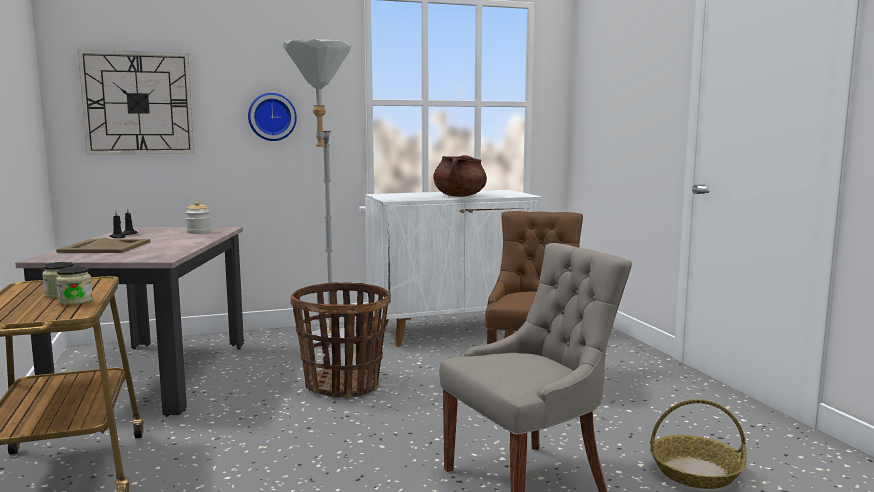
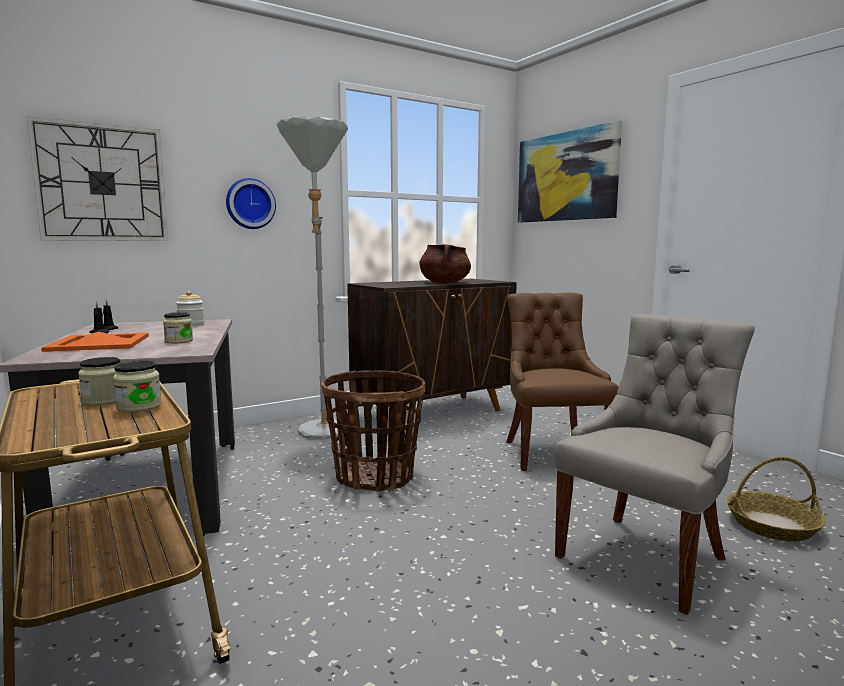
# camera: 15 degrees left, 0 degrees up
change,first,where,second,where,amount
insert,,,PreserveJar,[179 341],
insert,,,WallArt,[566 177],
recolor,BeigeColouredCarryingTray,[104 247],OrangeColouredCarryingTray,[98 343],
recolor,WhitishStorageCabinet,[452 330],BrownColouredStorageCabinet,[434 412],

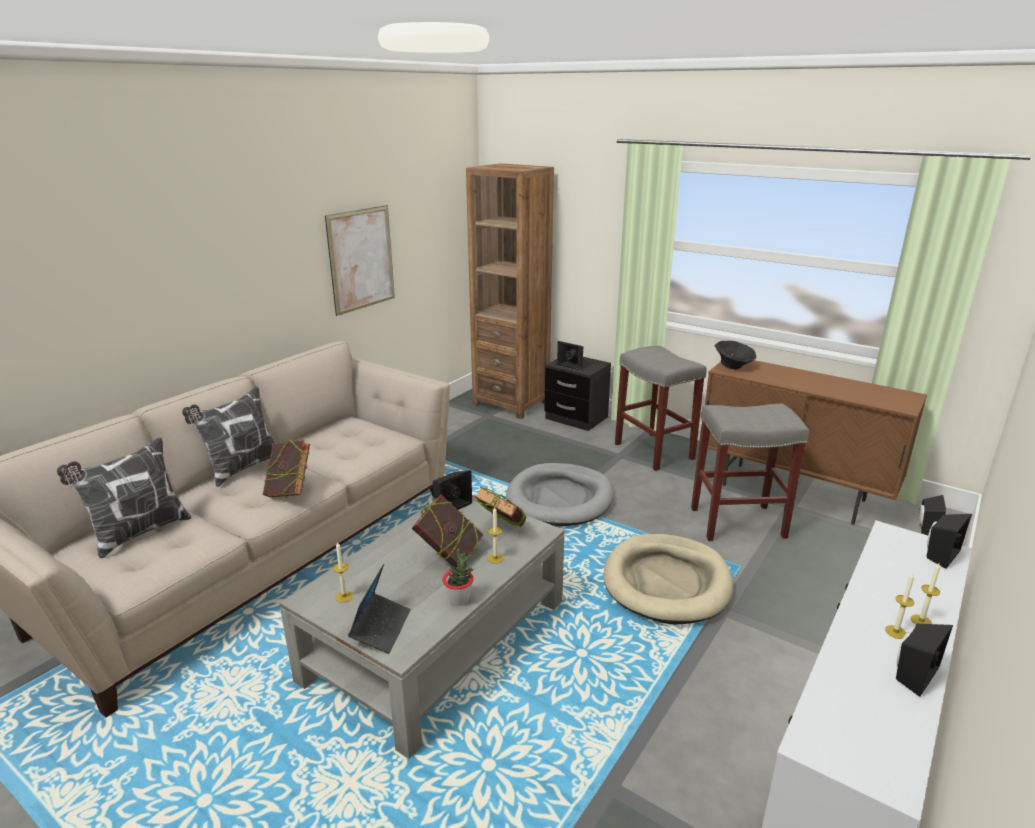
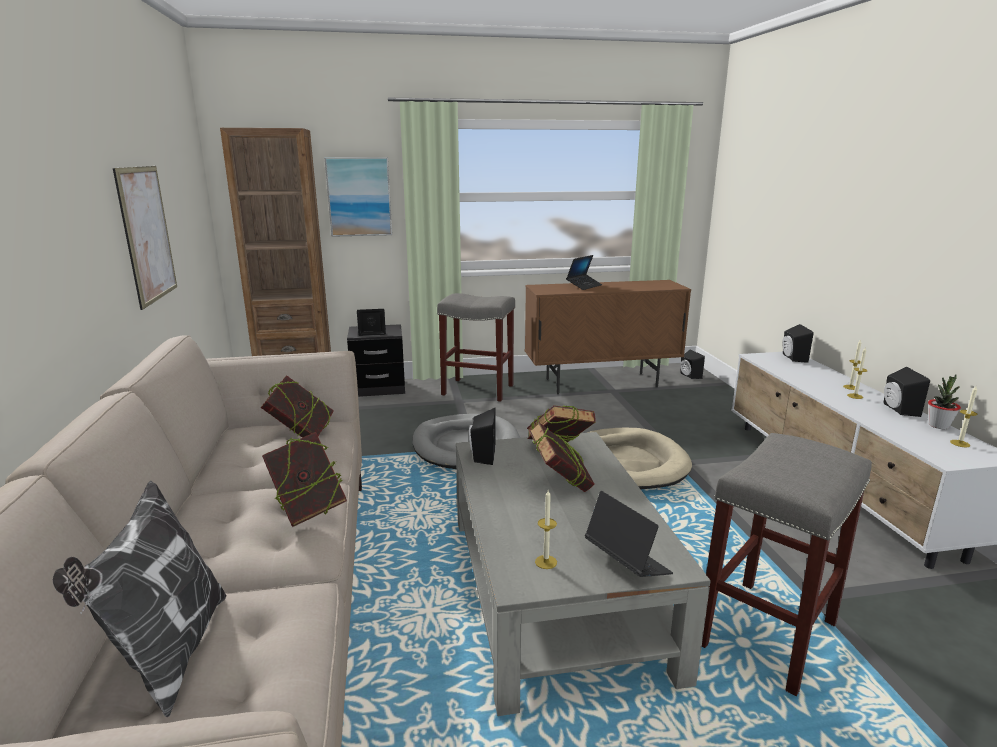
# camera: 45 degrees left, 5 degrees down
change,first,where,second,where,amount
delete,Cushion,[241 468],,,
delete,BlackishBowl,[733 367],,,
insert,,,BoundBook,[301 436],
insert,,,WallArt,[359 197],
insert,,,Laptop,[584 286],
move,PottedPlant,[459 600],,[938 425],
move,Candle,[495 558],,[960 443],
move,GreyStoolSeat,[736 523],,[767 635],

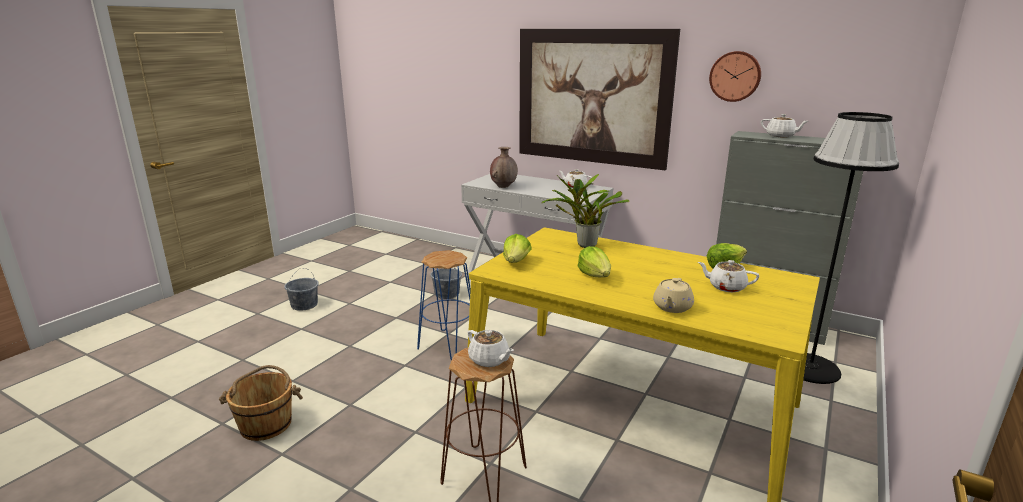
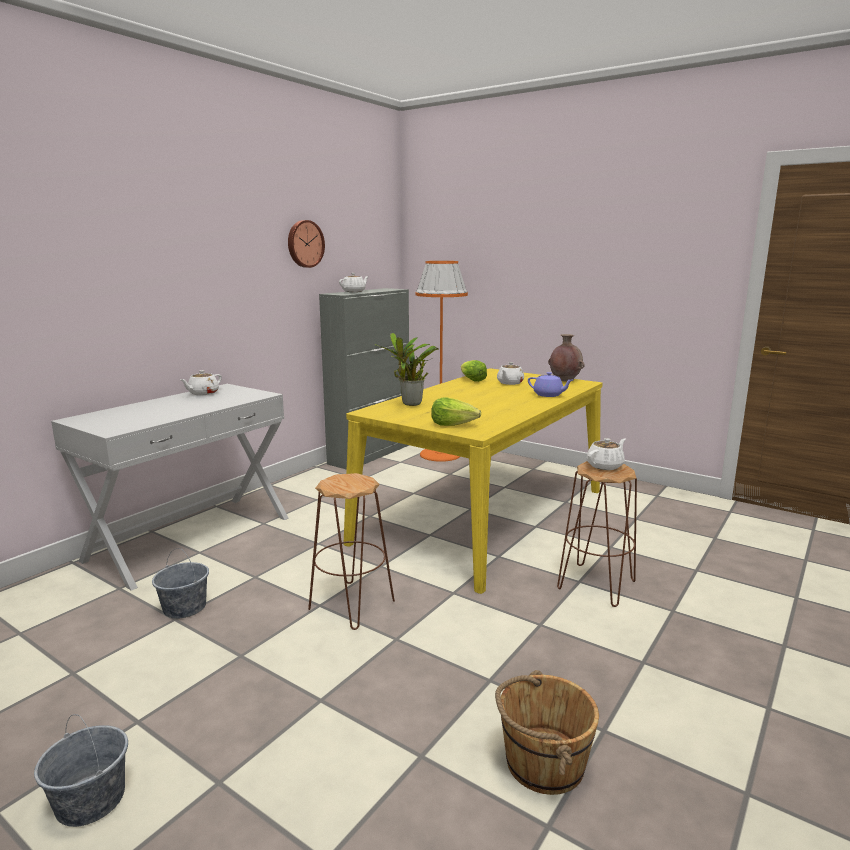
# camera: 85 degrees left, 5 degrees down
change,first,where,second,where,amount
delete,WallArt,[592 97],,,
delete,HeadOfLettuce,[595 275],,,
move,BrownColouredDecorativeVase,[503 186],,[564 380],
recolor,BlueColouredStoolSeat,[448 344],BrownColouredStoolSeat,[351 605],
recolor,BeigeColouredTeaPot,[672 307],PurpleTeaPot,[549 395],
recolor,BlackishFloorLamp,[810 368],OrangeColouredFloorLamp,[440 454],

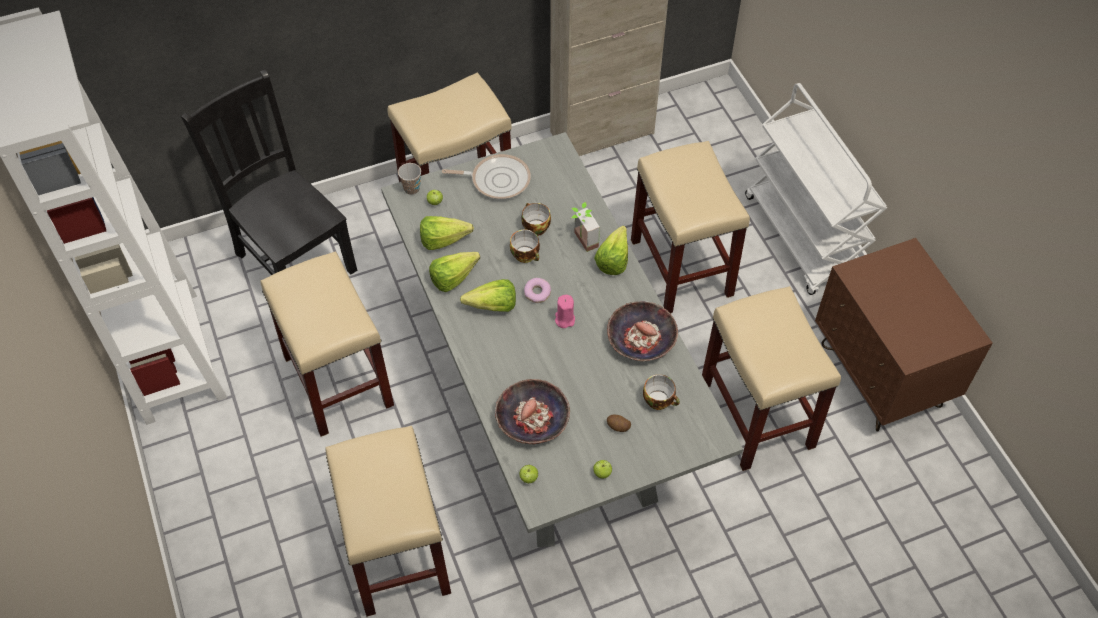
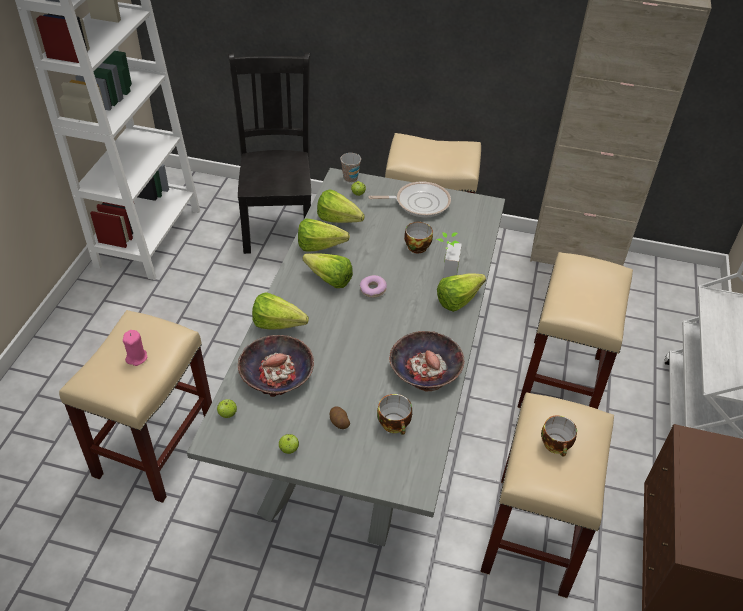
# camera: 35 degrees right, 10 degrees down
change,first,where,second,where,amount
delete,BeigeColouredStoolSeat,[337 380],,,
insert,,,HeadOfLettuce,[281 326],
move,DrinkingCup,[526 255],,[556 445],
move,PinkCandle,[564 319],,[136 357],
rotate,Pan,[497 180],,[419 203],45 degrees counterclockwise

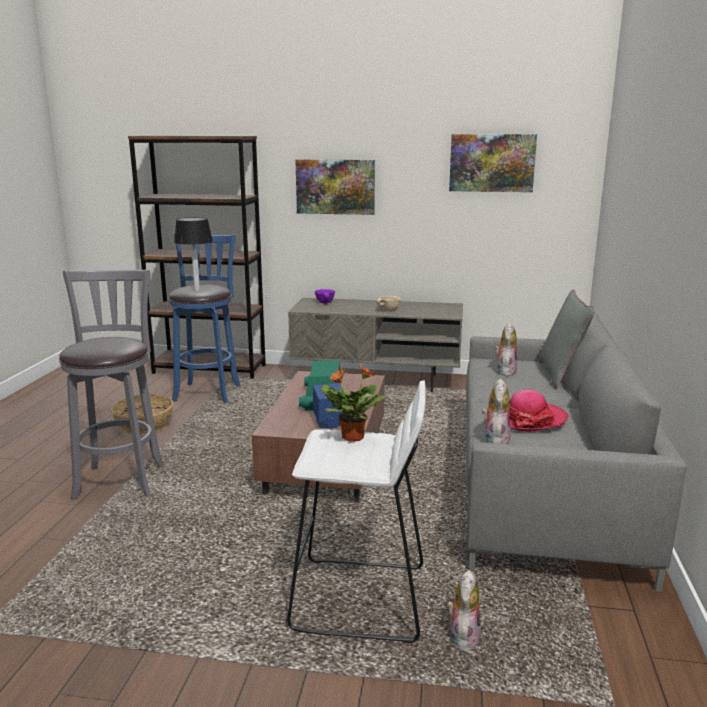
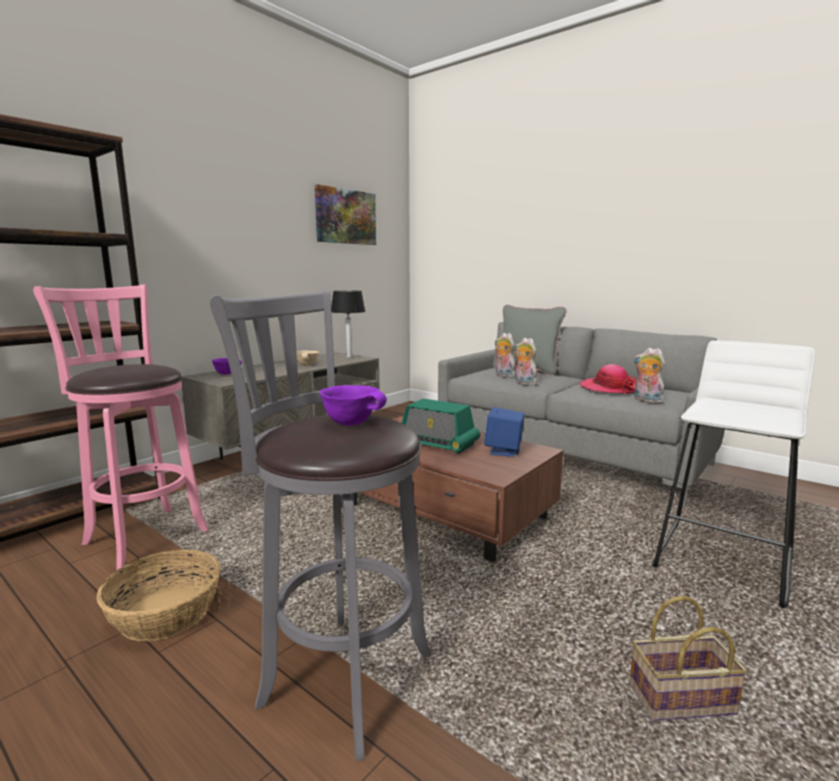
# camera: 60 degrees left, 5 degrees down
change,first,where,second,where,amount
delete,WallArt,[335 187],,,
delete,PottedPlant,[351 437],,,
insert,,,PurpleBowl,[352 423],
insert,,,StorageBasket,[680 701],
move,TabletopLamp,[196 290],,[349 357],
move,SoftToy,[462 637],,[524 383],
recolor,BlueColouredStoolSeat,[208 392],PinkStoolSeat,[144 535],

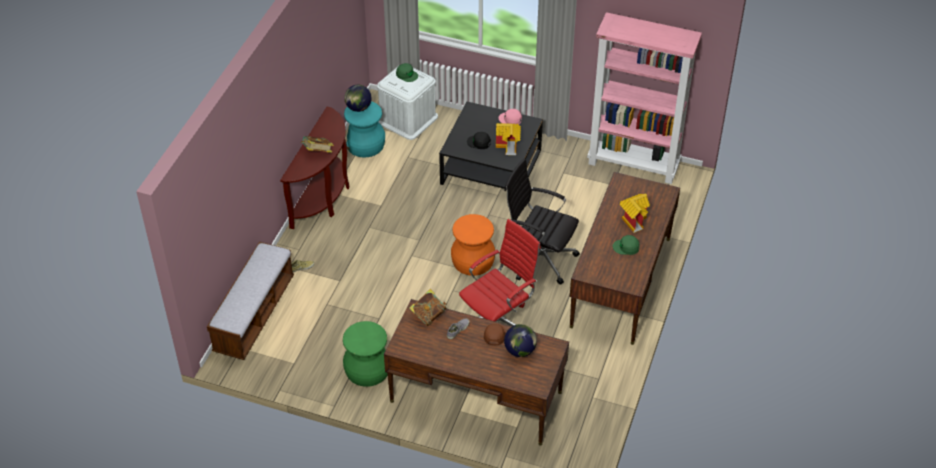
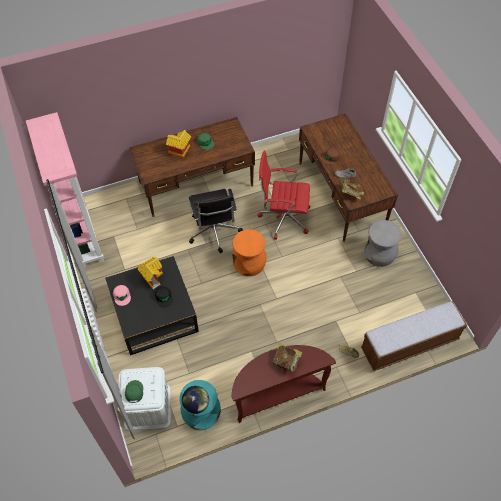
# camera: 130 degrees left, 10 degrees up
change,first,where,second,where,amount
delete,Globe,[520 350],,,
recolor,GreenishStoolSeat,[366 370],GreyStoolSeat,[379 254],

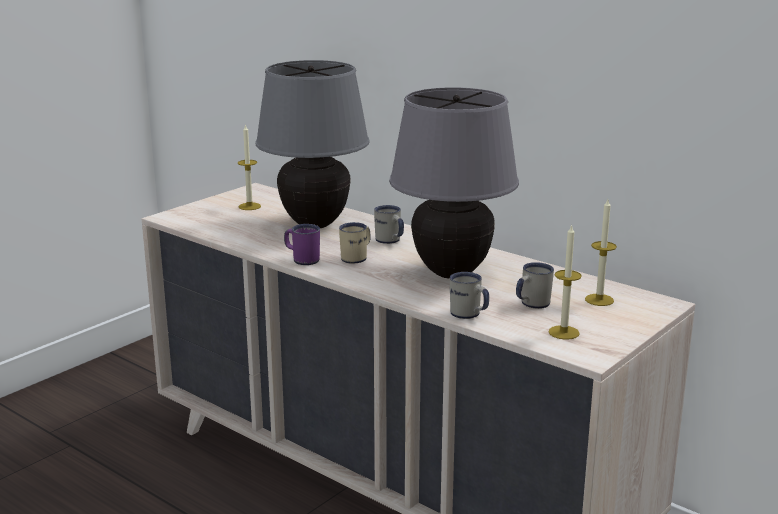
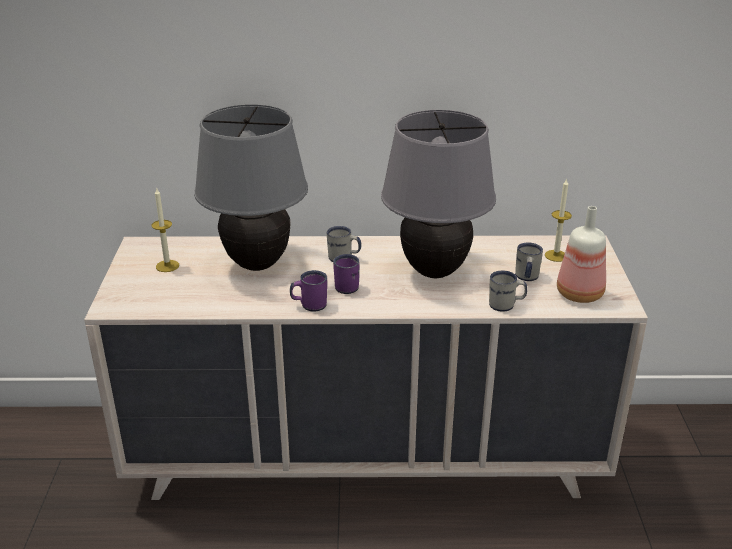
# camera: 40 degrees left, 10 degrees up
change,first,where,second,where,amount
replace,Candle,[563 332],DrinkBottle,[580 293],
recolor,BeigeColouredCoffeeMug,[357 257],PurpleCoffeeMug,[347 285],

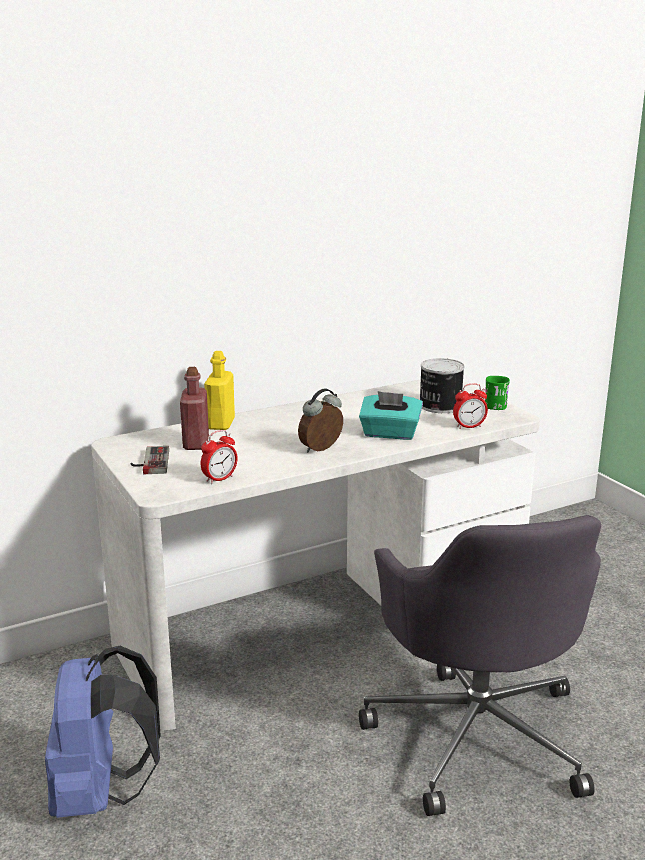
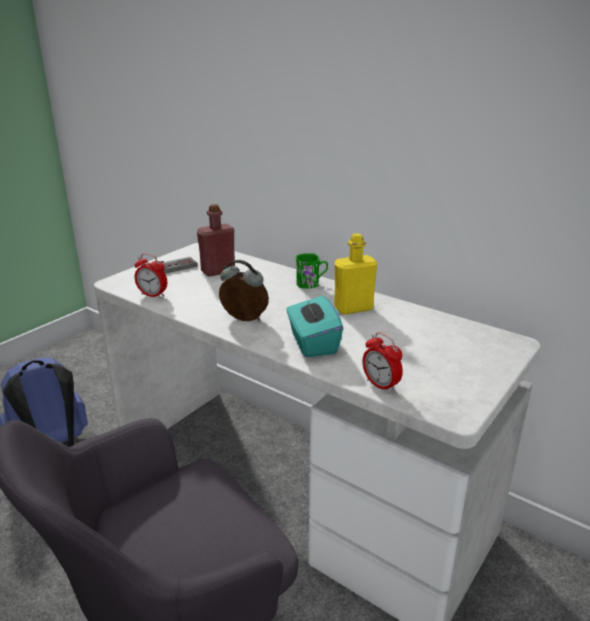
# camera: 65 degrees right, 5 degrees up
change,first,where,second,where,amount
delete,Can,[439 406],,,
move,YellowishDrinkBottle,[221 424],,[353 308],
move,GreenishCoffeeMug,[496 405],,[311 283],

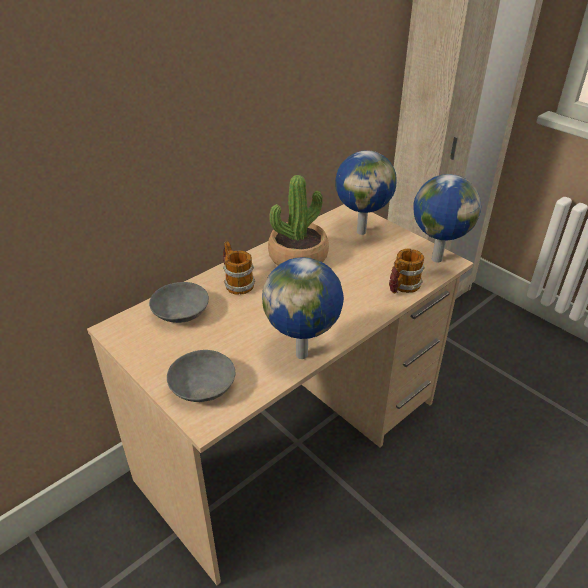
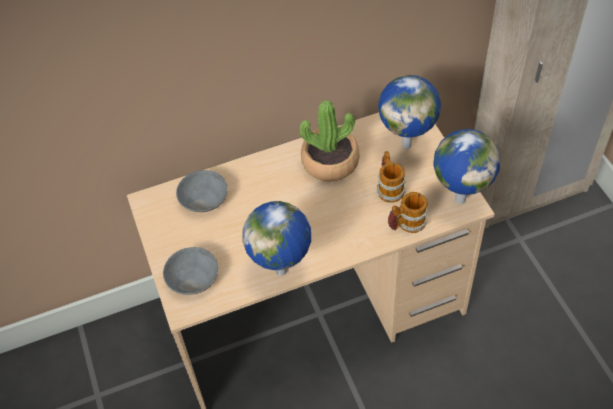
# camera: 25 degrees right, 15 degrees up
change,first,where,second,where,amount
move,CoffeeMug,[236 282],,[389 187],

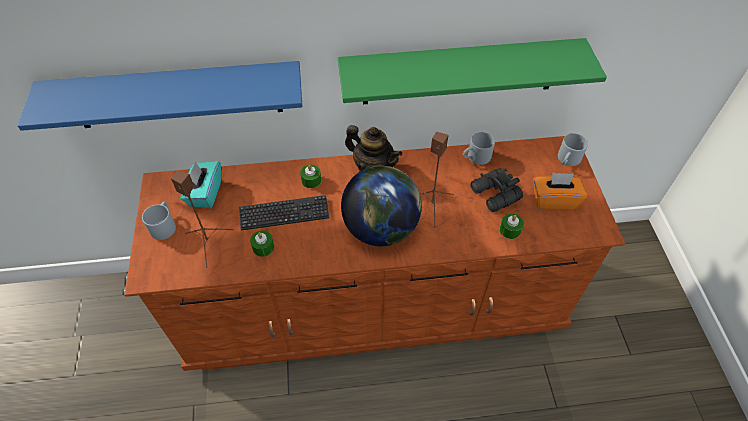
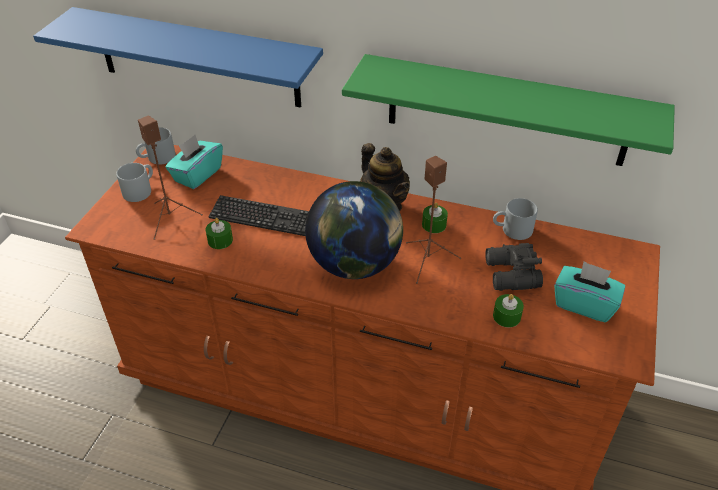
# camera: 25 degrees right, 10 degrees down
change,first,where,second,where,amount
move,GreenishCandle,[311 180],,[434 225],
move,GreyCoffeeMug,[568 160],,[157 158],
recolor,OrangeColouredTissueBox,[554 200],BlueGreenTissueBox,[584 304],

